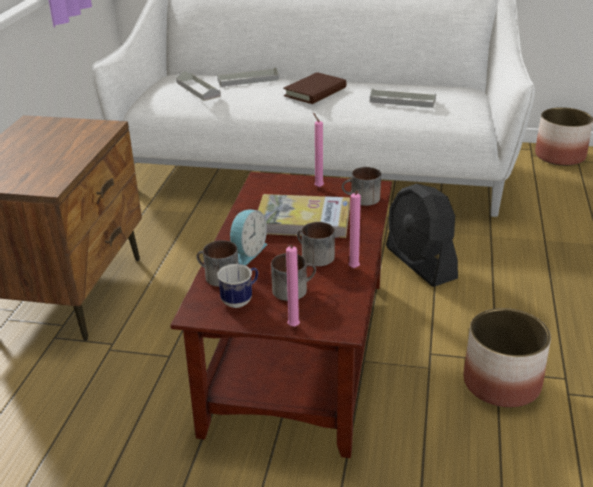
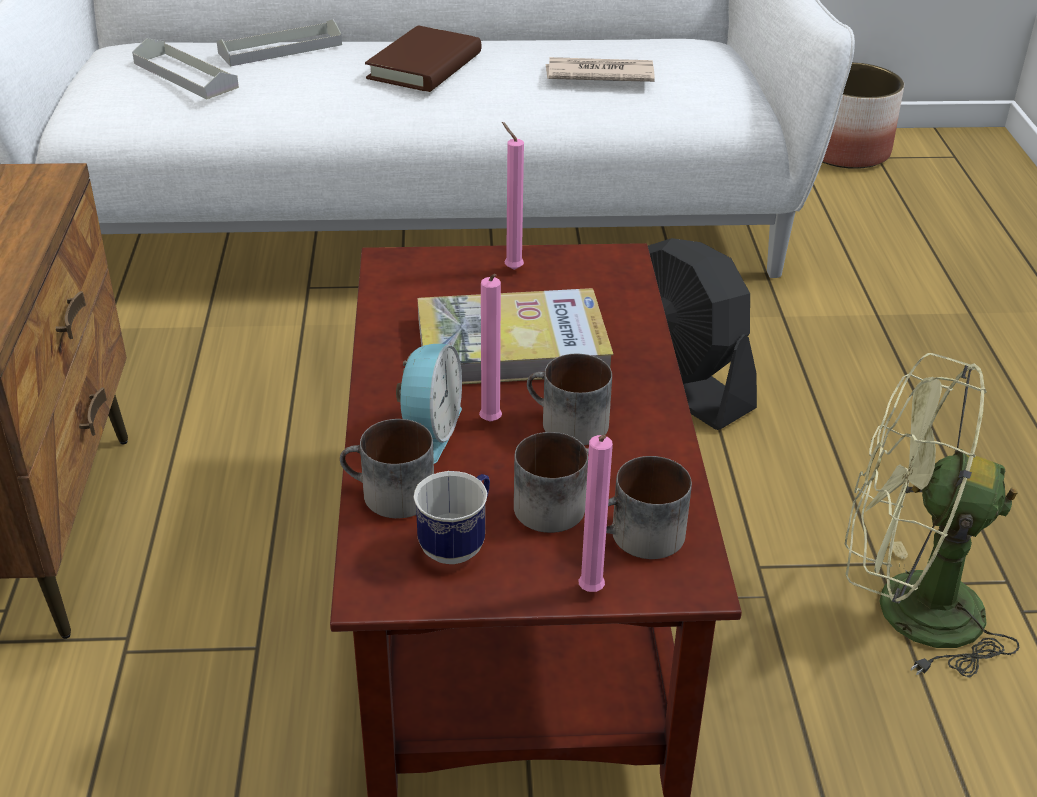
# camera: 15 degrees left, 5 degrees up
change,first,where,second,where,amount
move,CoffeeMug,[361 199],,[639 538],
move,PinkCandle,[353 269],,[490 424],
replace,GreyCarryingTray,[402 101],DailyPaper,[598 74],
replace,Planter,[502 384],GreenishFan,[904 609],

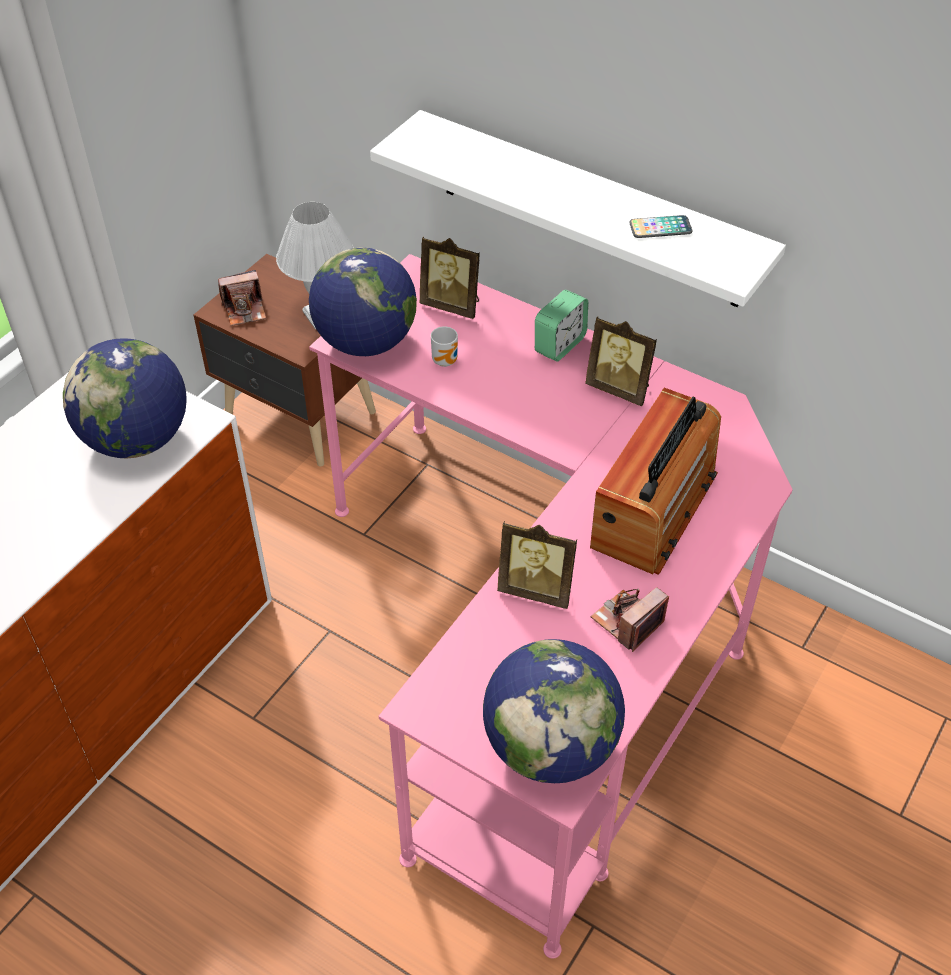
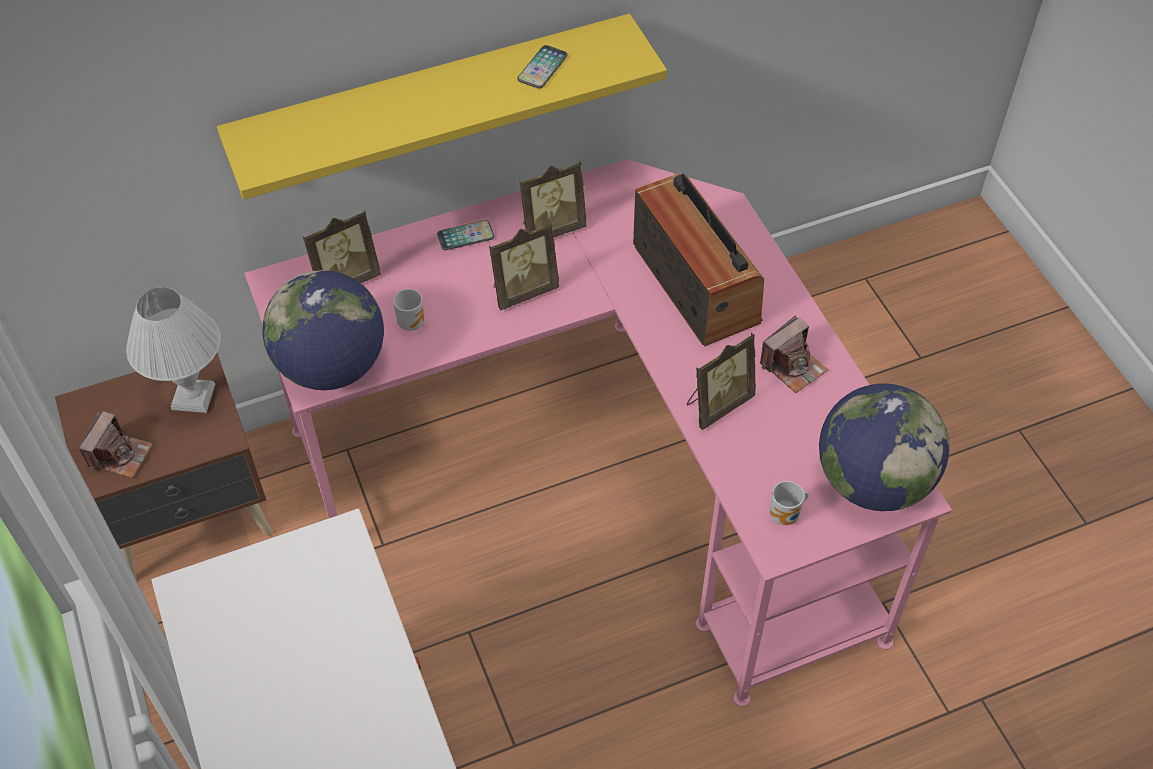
# camera: 55 degrees left, 5 degrees up
change,first,where,second,where,amount
delete,Globe,[137 439],,,
insert,,,StandingFrame,[523 290],
insert,,,CoffeeMug,[786 516],
replace,TableClock,[559 345],Telephone,[465 236],
recolor,WhitishBracketShelf,[589 210],YellowishBracketShelf,[434 102],
rotate,StillCamera,[627 622],,[792 366],120 degrees counterclockwise

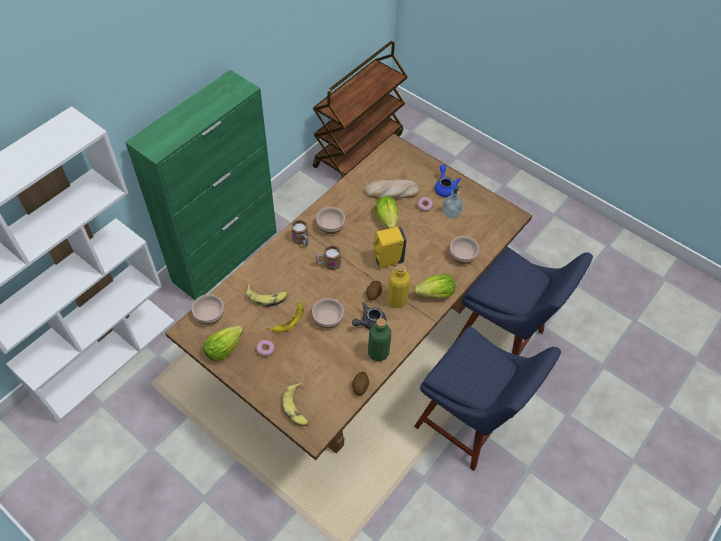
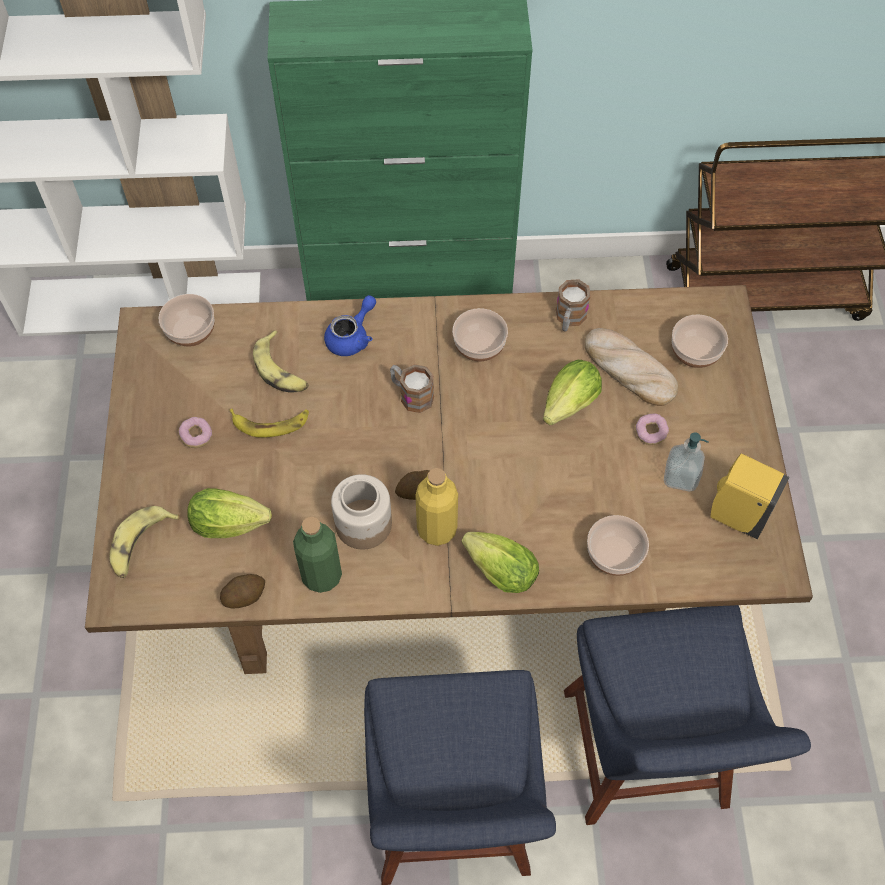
# camera: 50 degrees right, 5 degrees up
change,first,where,second,where,amount
move,HeadOfLettuce,[226 347],,[234 524],
move,CoffeeMug,[302 240],,[569 319],
move,Bowl,[328 318],,[695 352],
move,YellowishLiquidSoapBottle,[387 260],,[736 515],
move,BlueColouredTeaPot,[444 187],,[352 337],
replace,GreyTeaPot,[369 322],PreserveJar,[362 524],

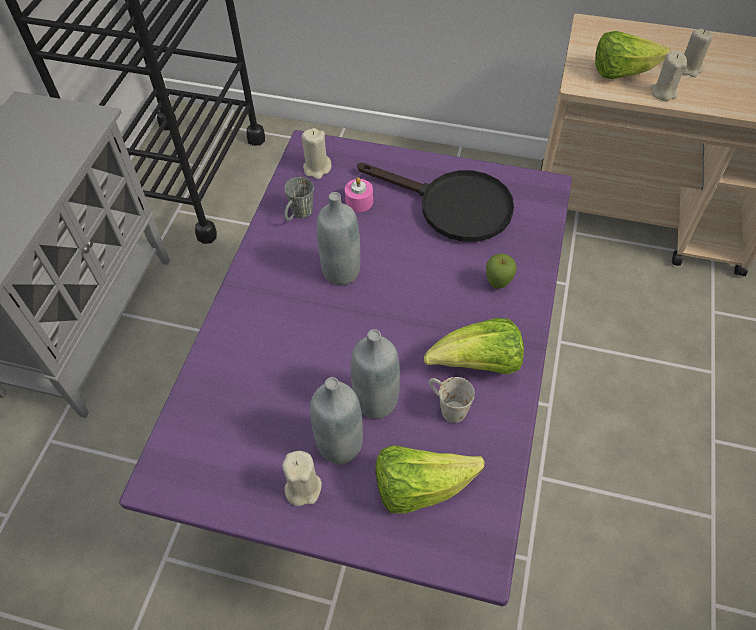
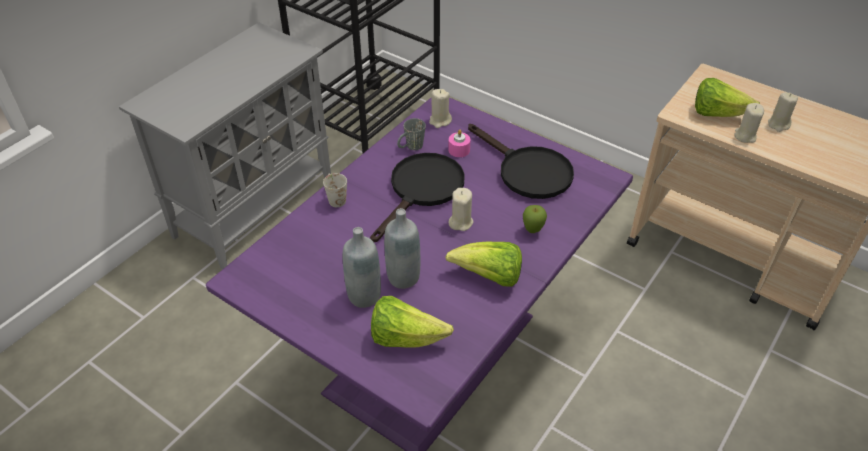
# camera: 20 degrees right, 10 degrees down
change,first,where,second,where,amount
move,BeigeColouredCandle,[303 487],,[460 222],
move,WhitishCoffeeMug,[447 406],,[335 198],
replace,GreyDrinkBottle,[341 271],BlackishPan,[422 191],

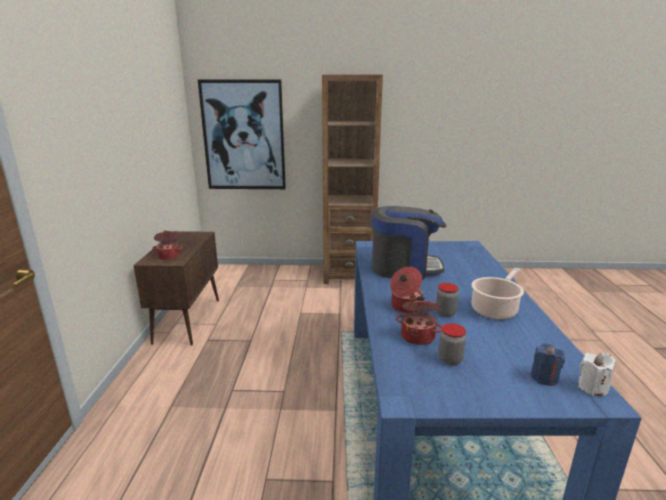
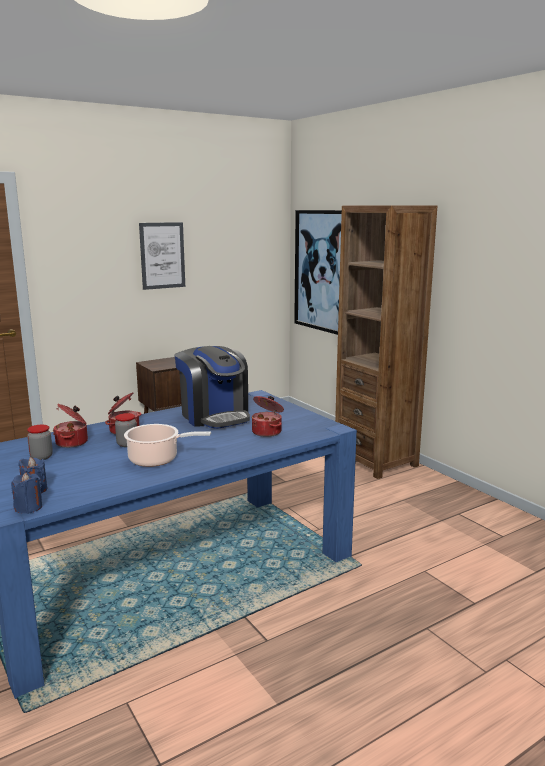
# camera: 55 degrees right, 5 degrees down
change,first,where,second,where,amount
insert,,,WallArt,[162 255],
move,Stockpot,[169 256],,[267 432],
recolor,WhitishCandle,[592 387],BlueColouredCandle,[28 508],

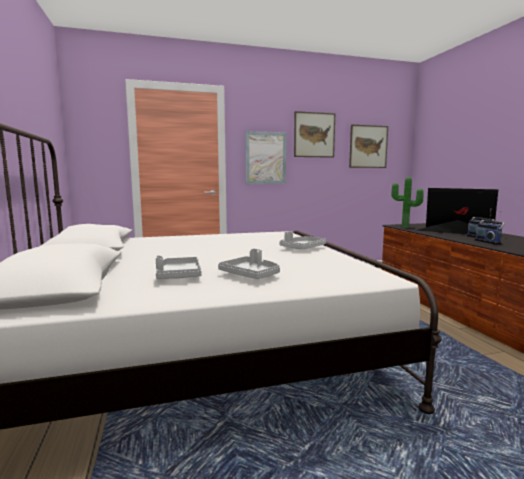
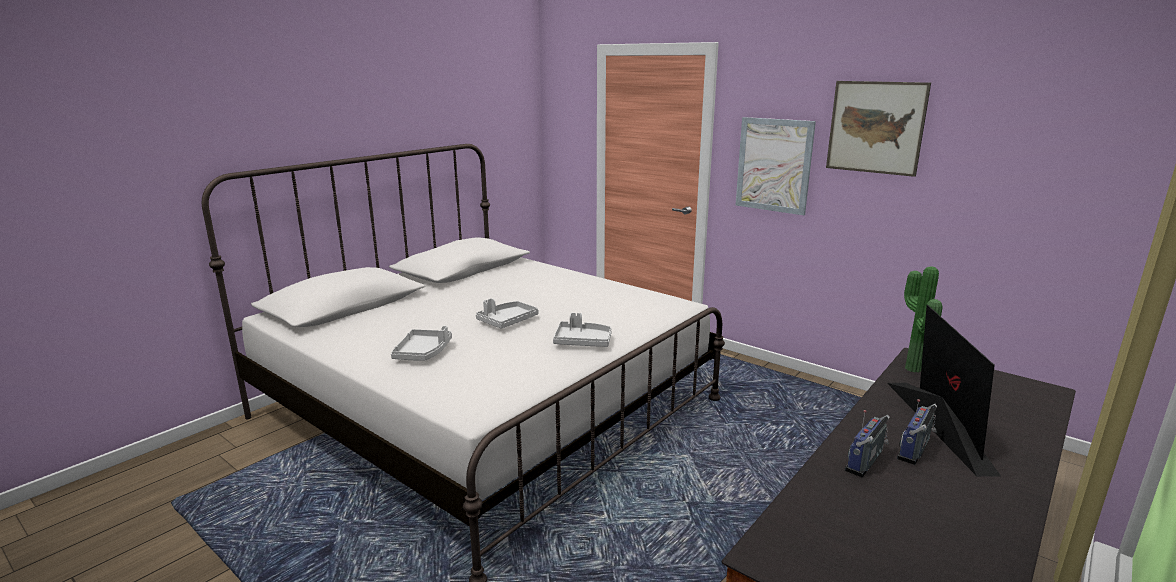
# camera: 55 degrees right, 10 degrees up
change,first,where,second,where,amount
delete,WallArt,[368 146],,,
move,GreyCarryingTray,[179 276],,[507 321],

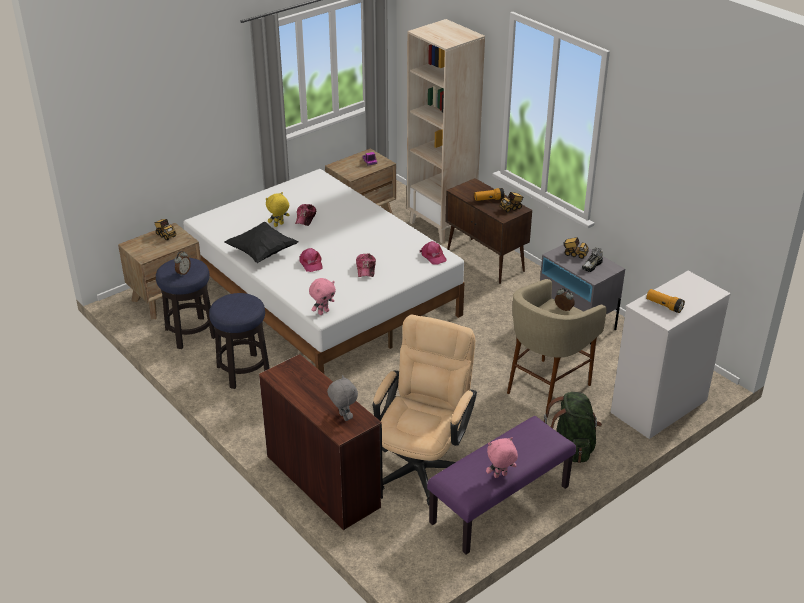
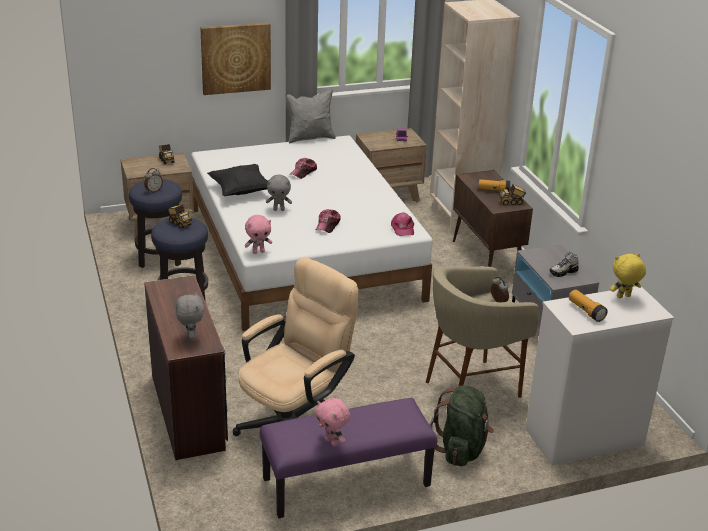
# camera: 20 degrees right, 5 degrees down
change,first,where,second,where,amount
insert,,,WallArt,[235 58],
insert,,,GreyCushion,[310 138],
move,YellowishSoftToy,[279 225],,[623 297],
move,ToyTruck,[574 254],,[179 223],
replace,PinkCap,[311 263],GreySoftToy,[279 209],
rotate,PinkSoftToy,[500 476],,[332 442],135 degrees counterclockwise

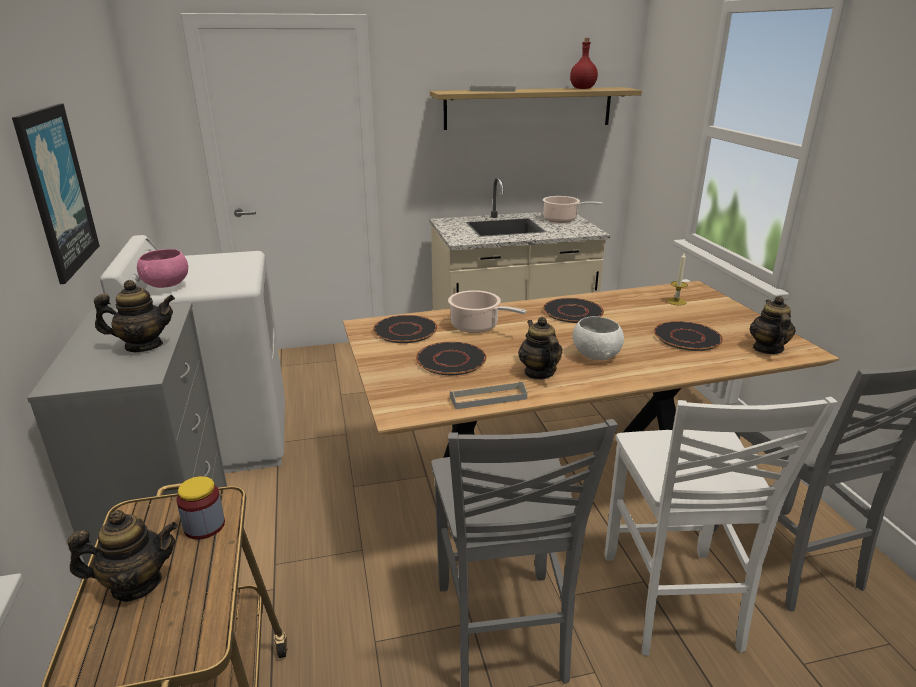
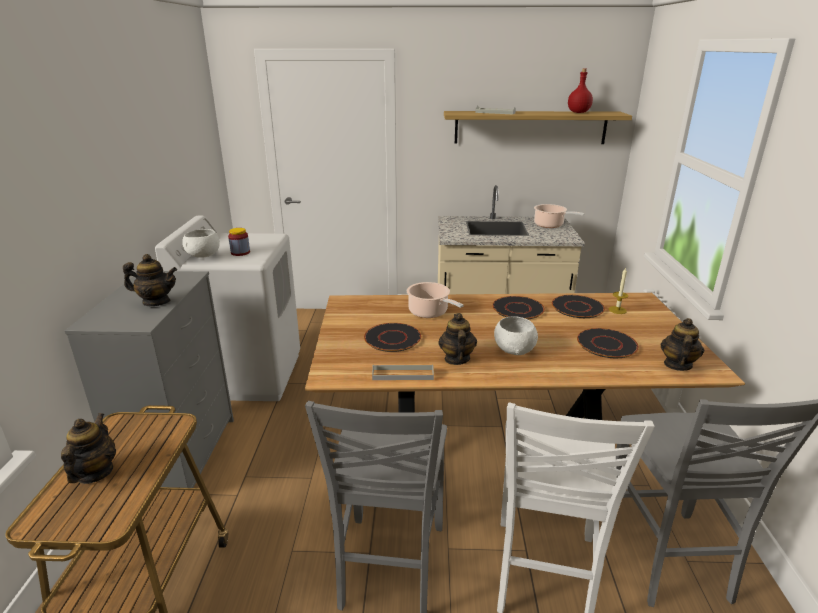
# camera: 15 degrees right, 0 degrees up
change,first,where,second,where,amount
delete,WallArt,[56 191],,,
move,PreserveJar,[204 526],,[240 252],
move,BlackishPlate,[405 330],,[577 307],
recolor,PinkBowl,[166 286],WhitishBowl,[203 256],
rotate,TeaPot,[136 584],,[95 473],90 degrees counterclockwise

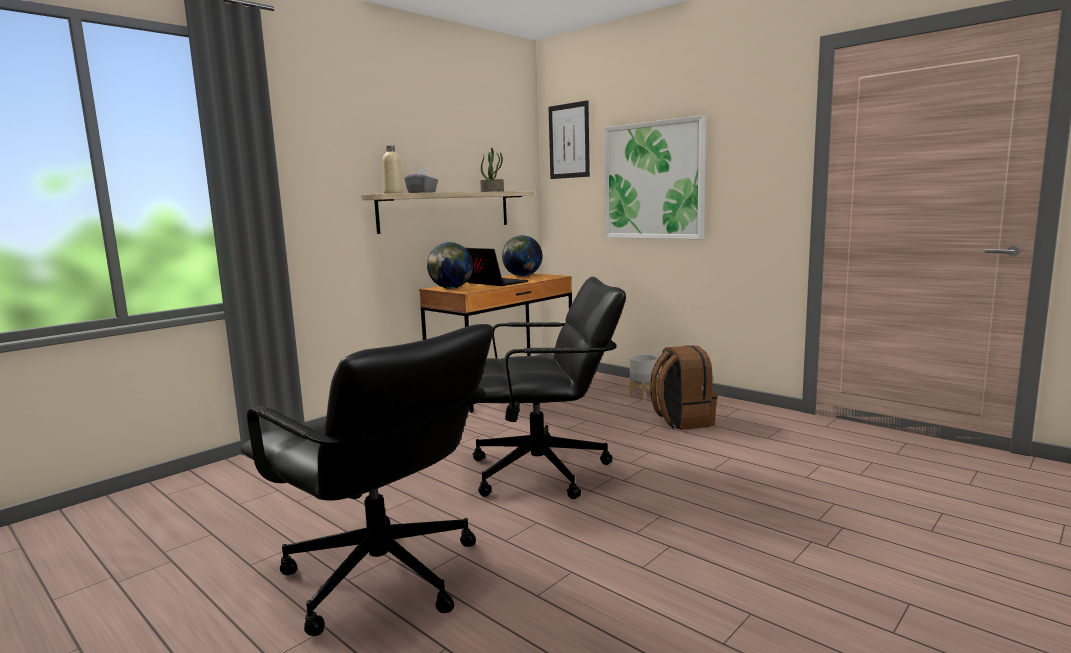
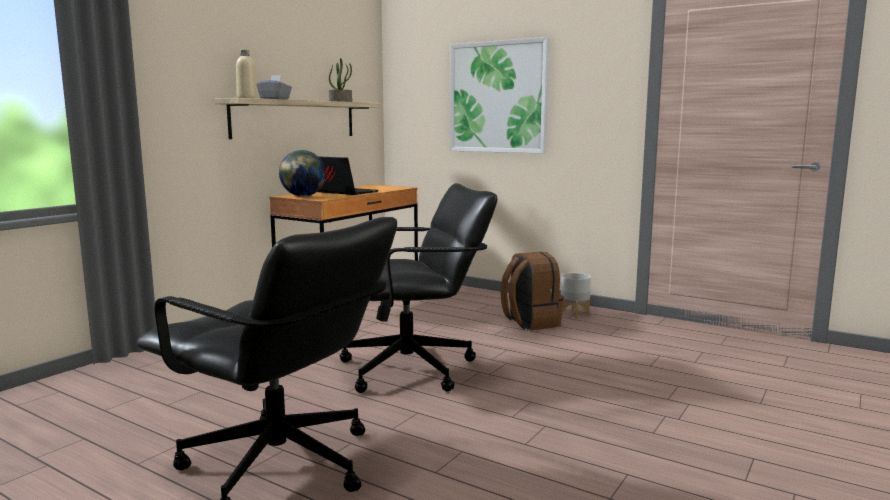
# camera: 10 degrees left, 0 degrees up
change,first,where,second,where,amount
delete,Globe,[522 276],,,
delete,WallArt,[569 141],,,
move,GreyPlanter,[644 395],,[574 314],

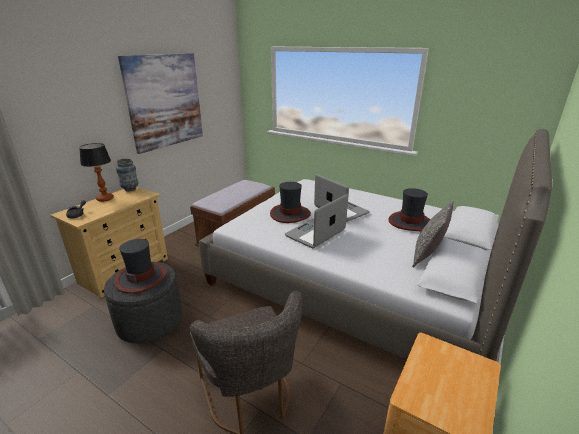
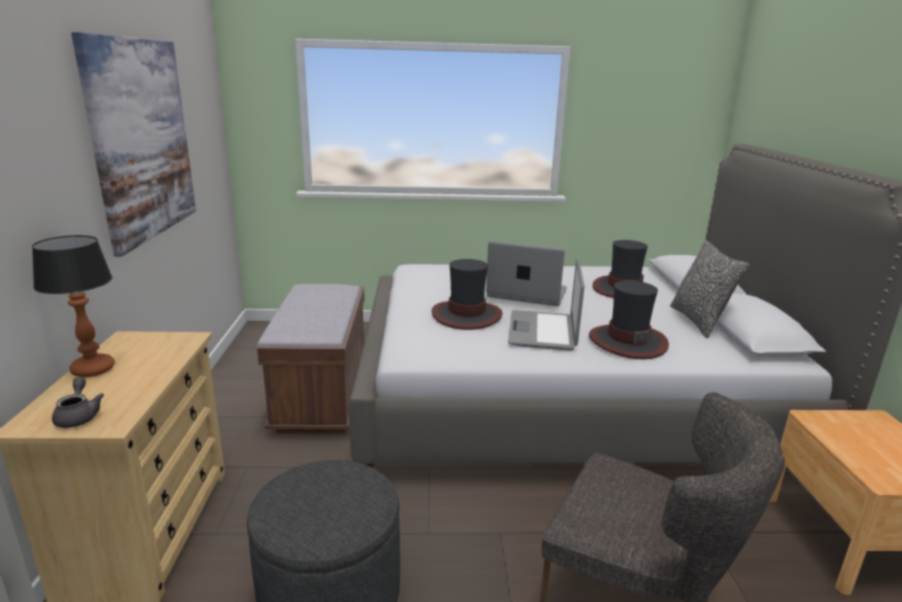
# camera: 35 degrees left, 5 degrees down
change,first,where,second,where,amount
delete,DecorativeVase,[130 189],,,
move,Hat,[141 277],,[627 342],

